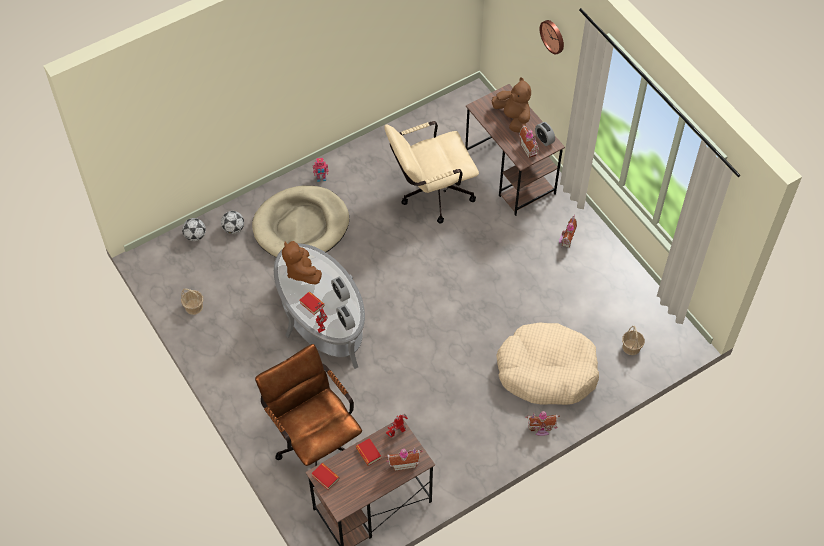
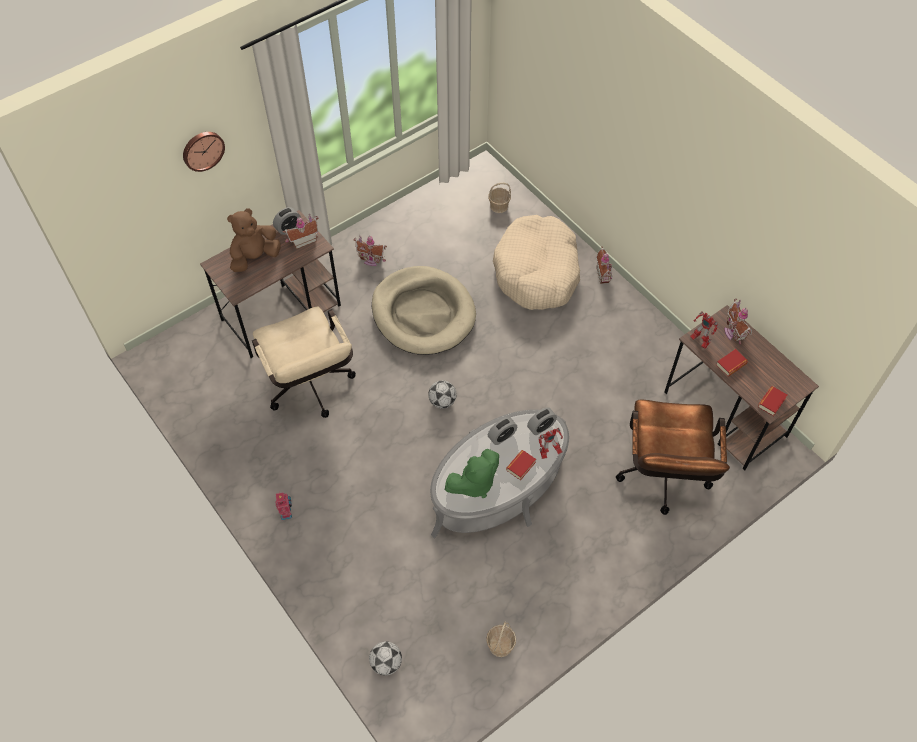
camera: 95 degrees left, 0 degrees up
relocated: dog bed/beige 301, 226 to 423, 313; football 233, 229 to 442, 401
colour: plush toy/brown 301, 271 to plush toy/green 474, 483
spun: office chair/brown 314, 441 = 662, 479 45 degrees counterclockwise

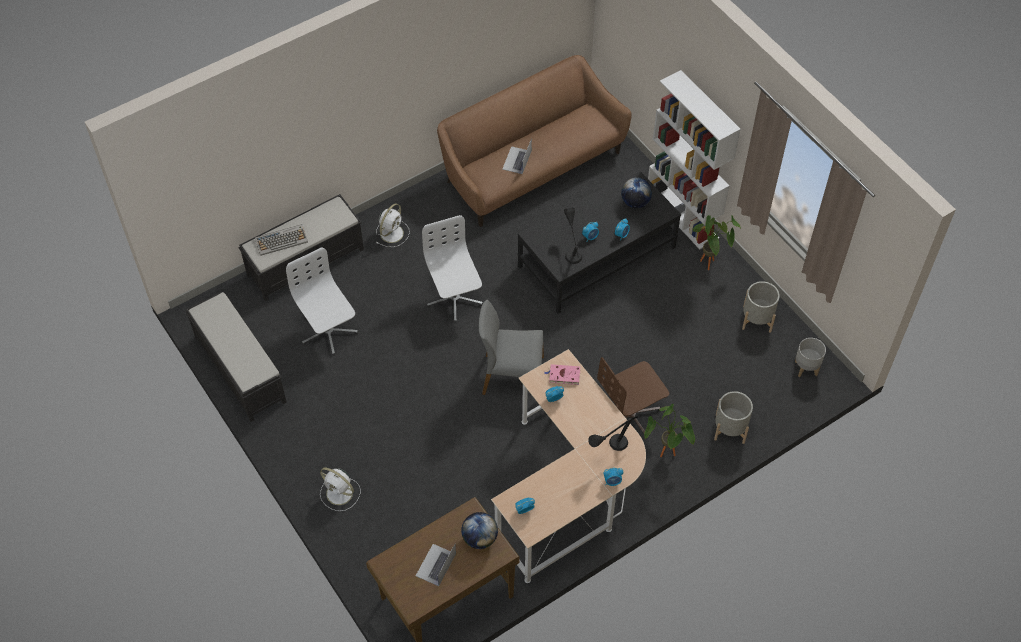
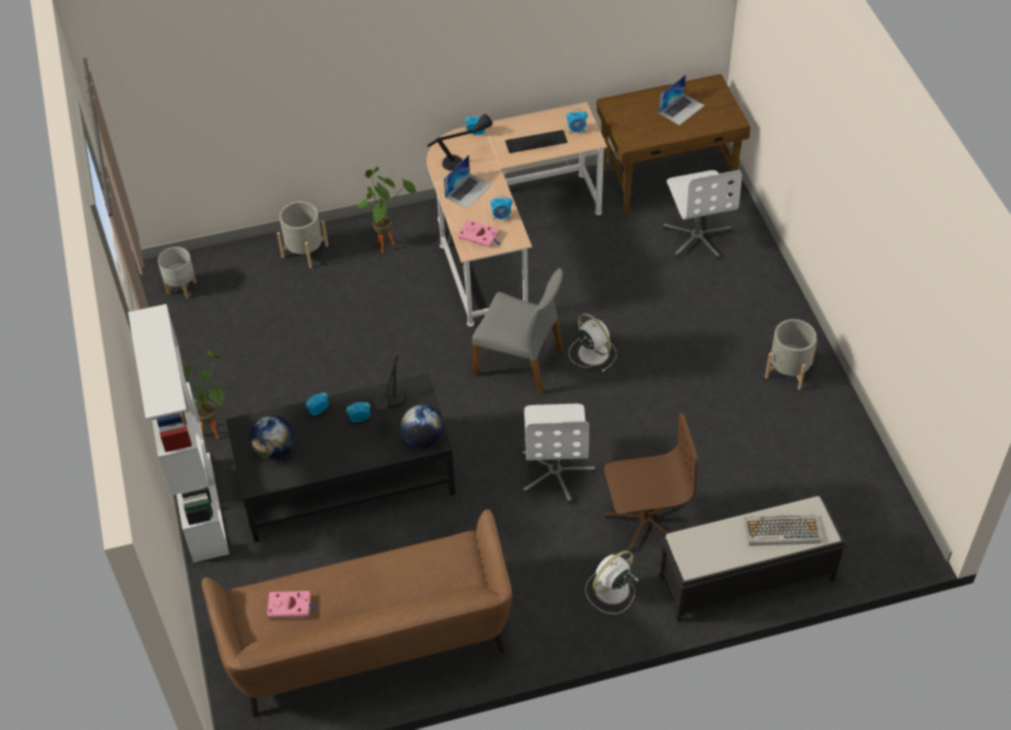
camera: 160 degrees left, 5 degrees down
missing: bench/black 239, 369
appeared: keyboard 536, 141; book/pink 291, 606
relocated: laptop 517, 160 to 468, 190; office chair/white 328, 332 to 697, 236; planter/grey 757, 319 to 788, 370; office chair/brown 630, 415 to 644, 520; fan/white 340, 494 to 592, 352; globe 479, 538 to 423, 439

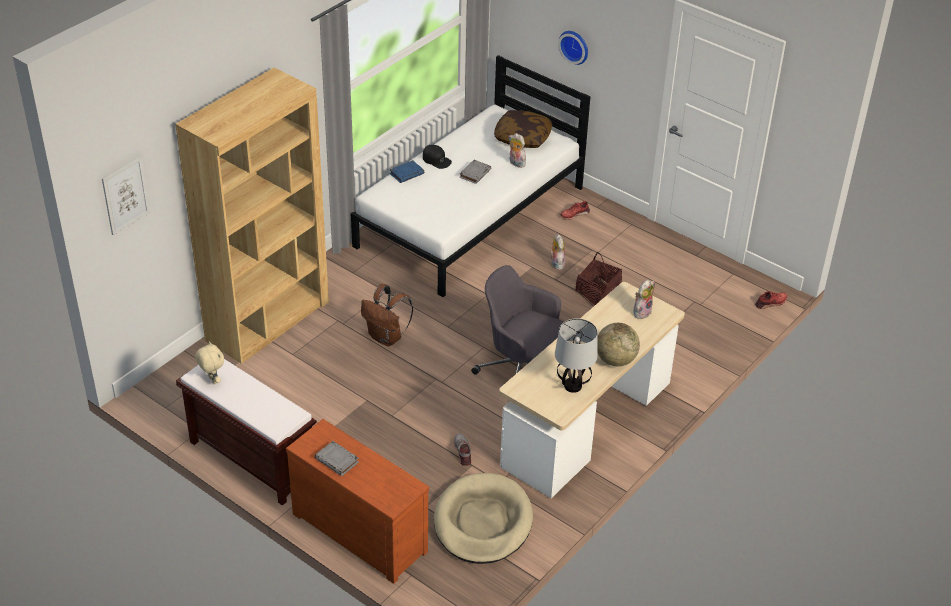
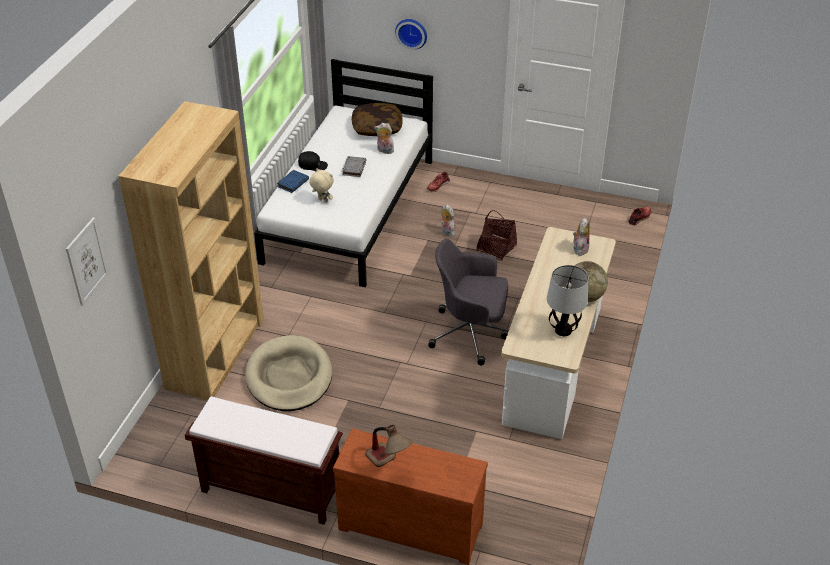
camera: 20 degrees left, 0 degrees up
missing: backpack/brown 387, 337; shoe/grey 463, 451
relocated: plush toy/beige 212, 380 to 322, 201; dog bed/beige 482, 522 to 289, 377
exchanged: book/grey 337, 461 to table lamp 389, 464

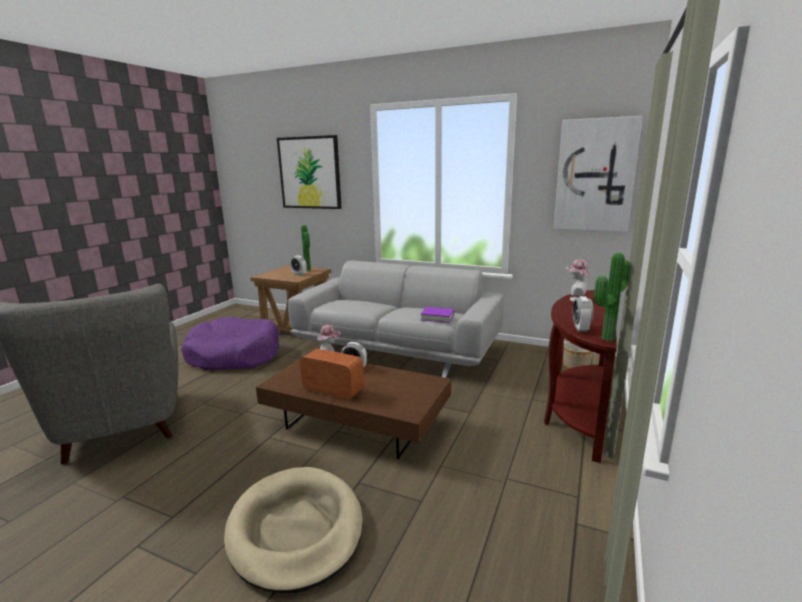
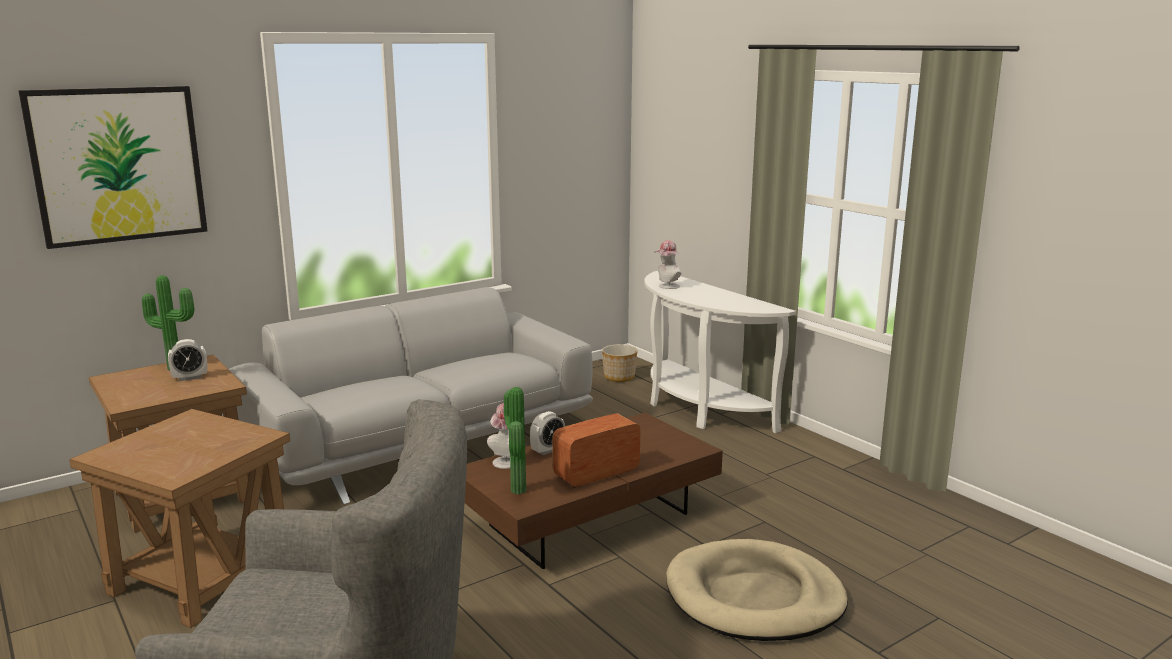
camera: 60 degrees left, 0 degrees up
missing: picture 595, 175; alarm clock 580, 328; book/purple 437, 317
relocated: potted plant 605, 338 to 515, 491
exchanged: dog bed/purple 234, 355 to side table/brown 201, 576
colour: console table/brown 577, 411 to console table/white 698, 409

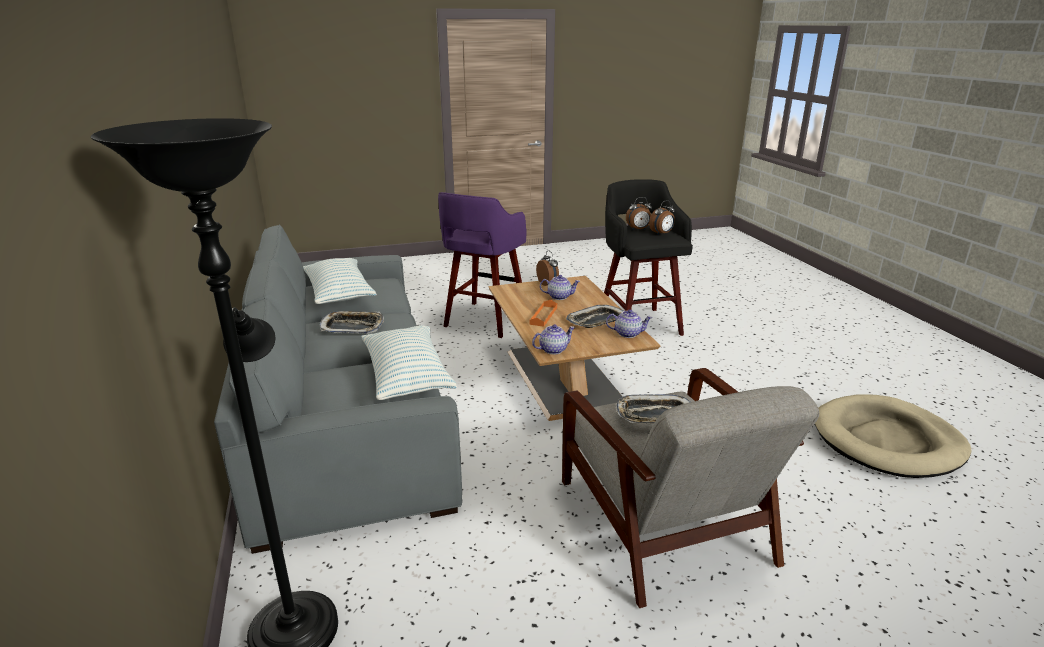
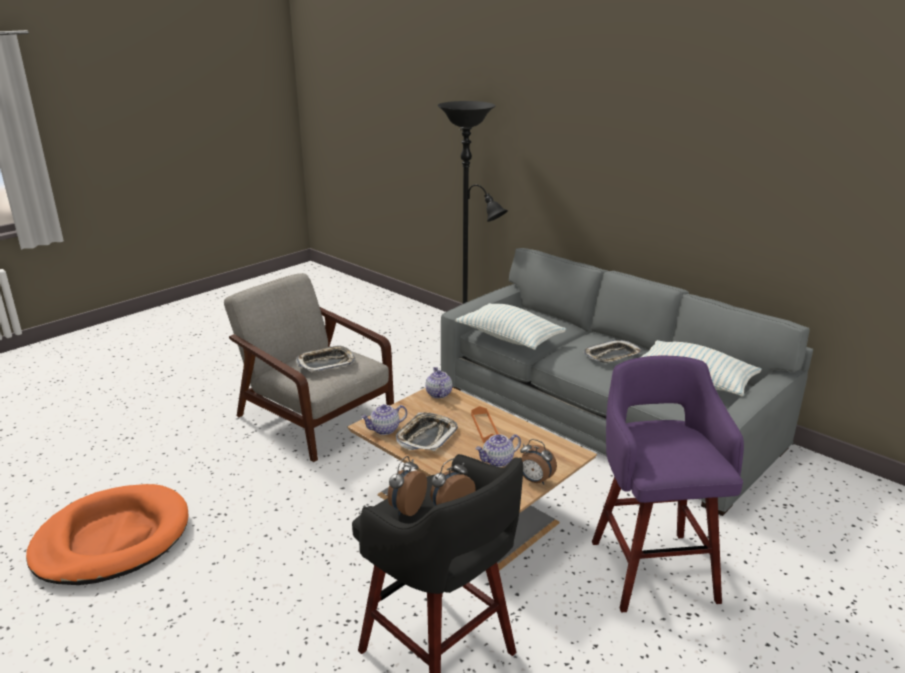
camera: 150 degrees right, 0 degrees up
colour: dog bed/beige 887, 441 to dog bed/orange 112, 539
spun: teapot 553, 349 = 438, 394 135 degrees clockwise

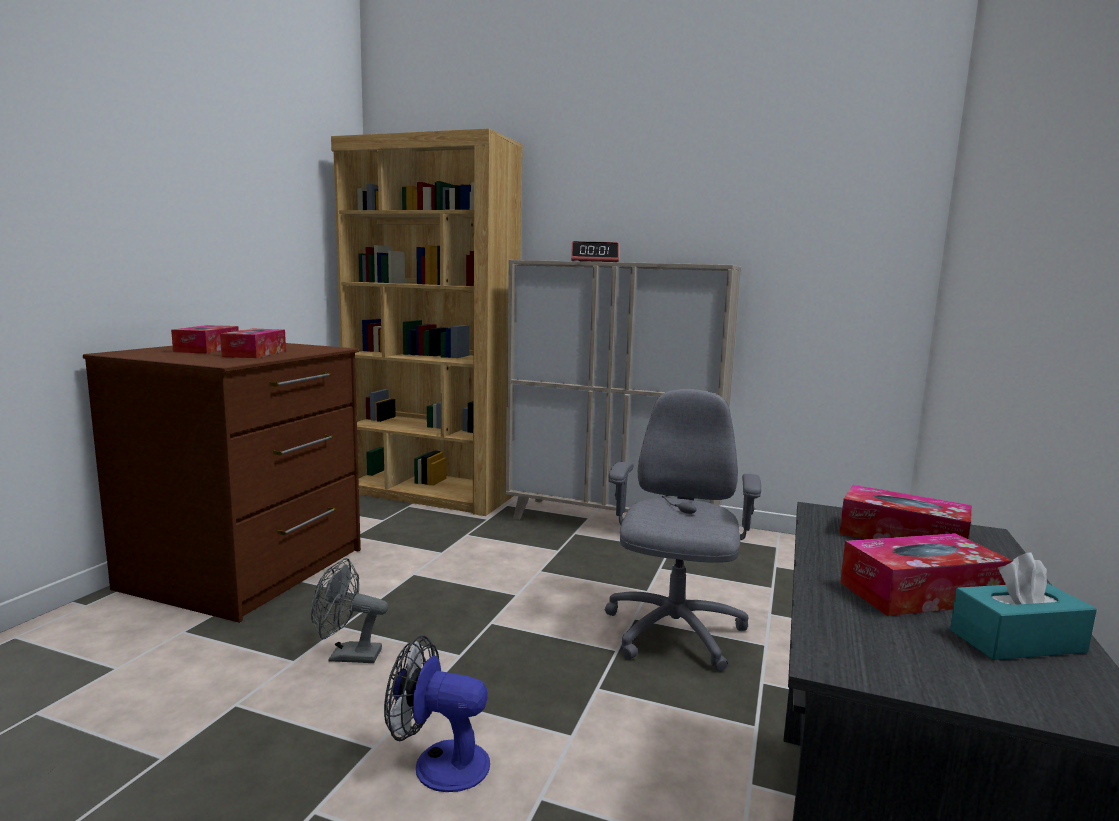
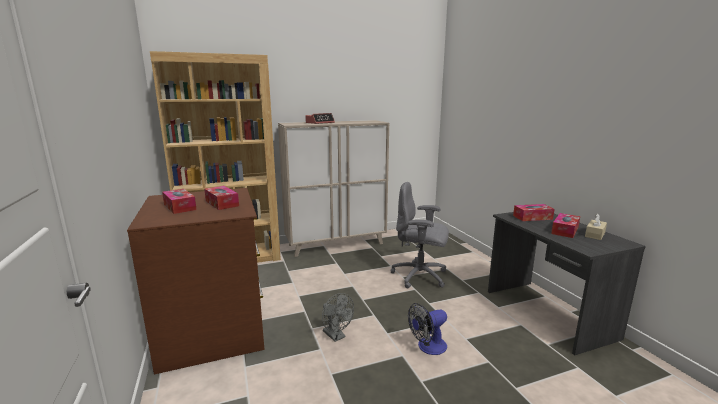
camera: 40 degrees left, 5 degrees up
colour: tissue box/turquoise 1017, 641 to tissue box/beige 595, 234
spun: office chair/grey 673, 633 = 420, 276 45 degrees counterclockwise; fan/grey 347, 656 = 336, 336 90 degrees counterclockwise

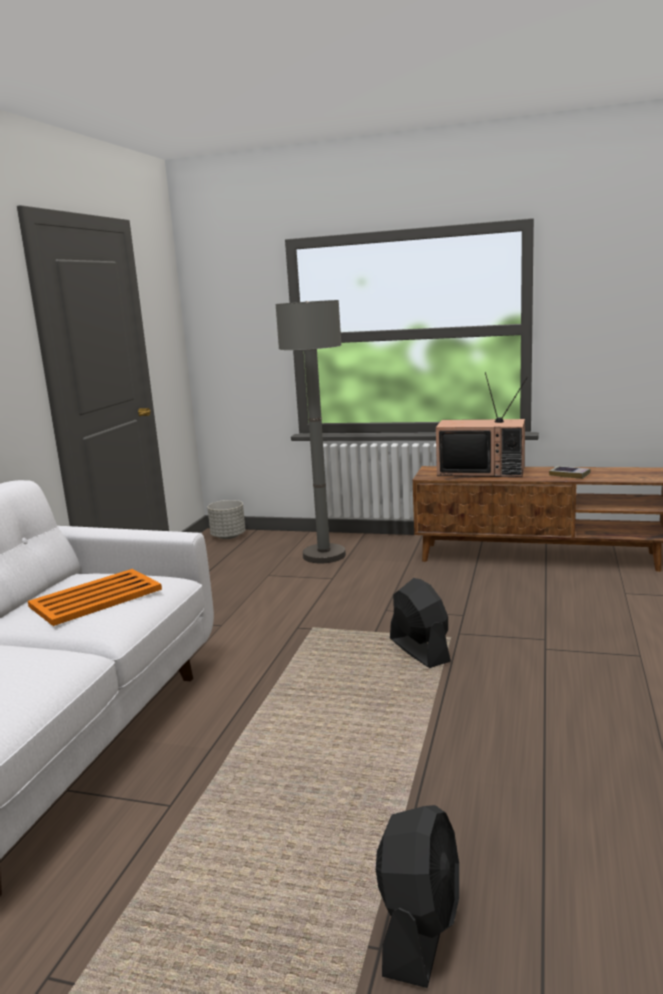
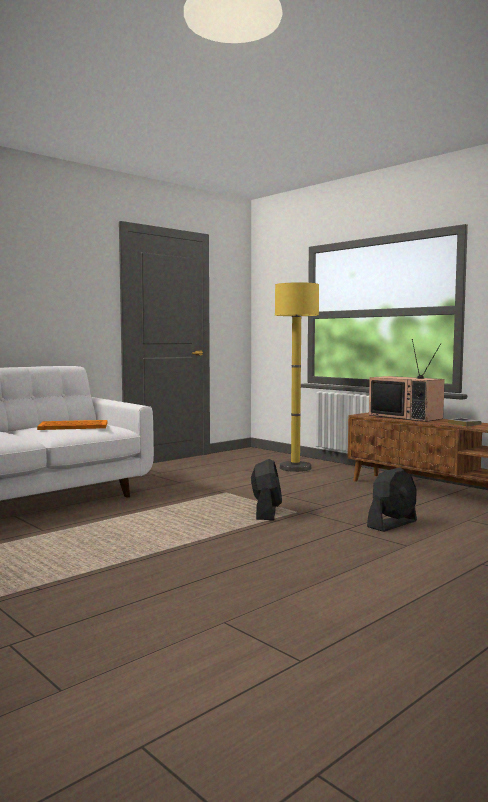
camera: 30 degrees right, 10 degrees down
missing: planter/grey 228, 536
relocated: fan/black 420, 927 to 392, 524
colour: floor lamp/grey 324, 555 to floor lamp/yellow 295, 468

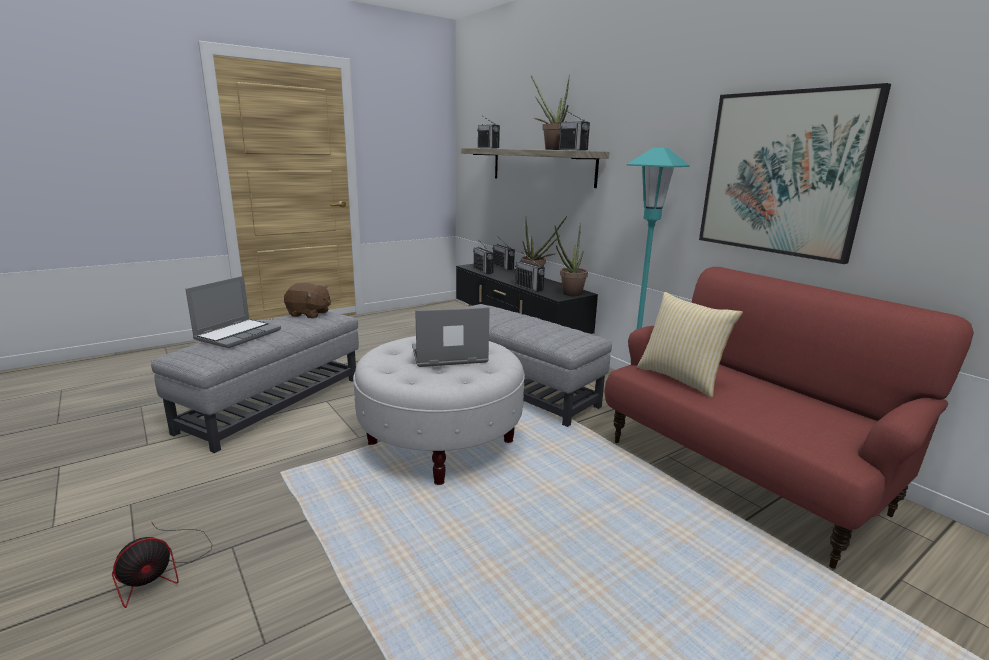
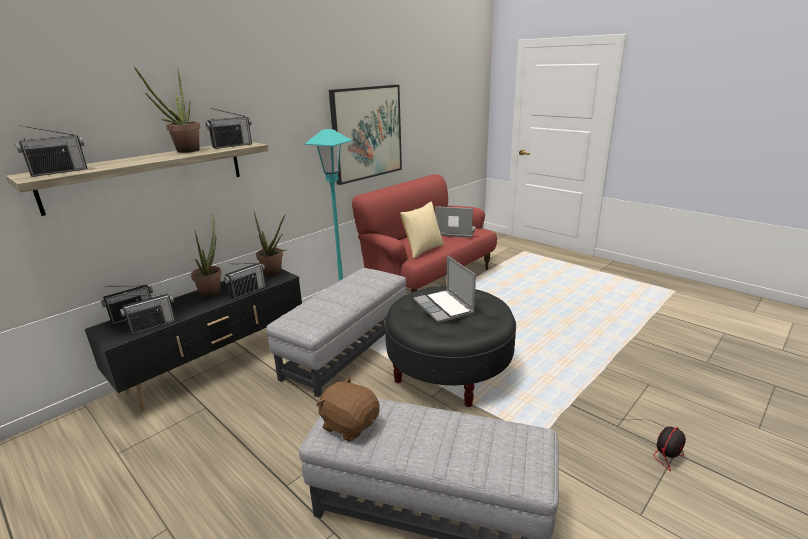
camera: 100 degrees left, 5 degrees up
relocated: laptop 238, 334 to 454, 232
colour: ottoman/white 440, 442 to ottoman/black 449, 371
spun: plush toy/brown 309, 314 = 350, 424 60 degrees counterclockwise; fan 163, 569 = 659, 446 105 degrees clockwise

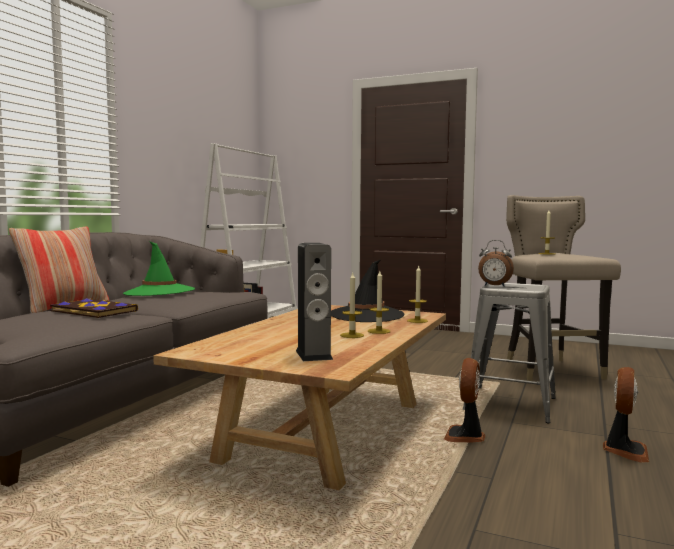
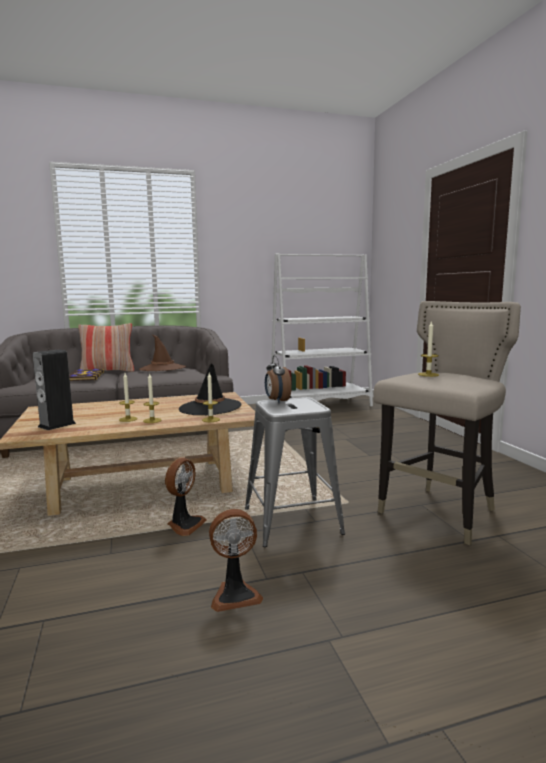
camera: 50 degrees right, 5 degrees up
colour: hat/green 159, 292 to hat/brown 162, 368
spun: fan 465, 437 = 184, 524 135 degrees clockwise

